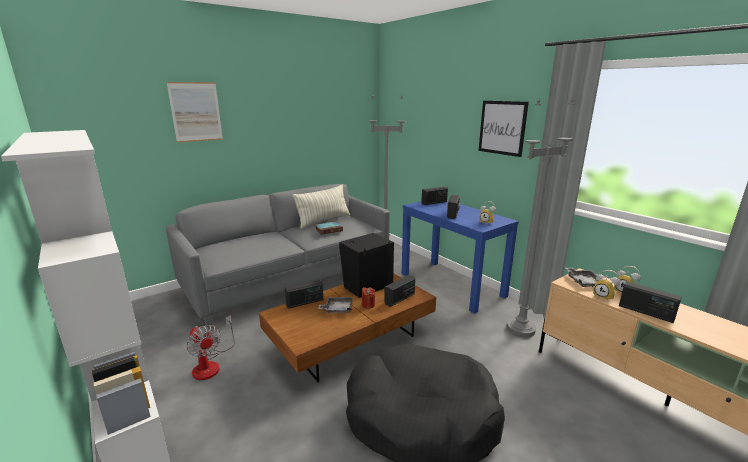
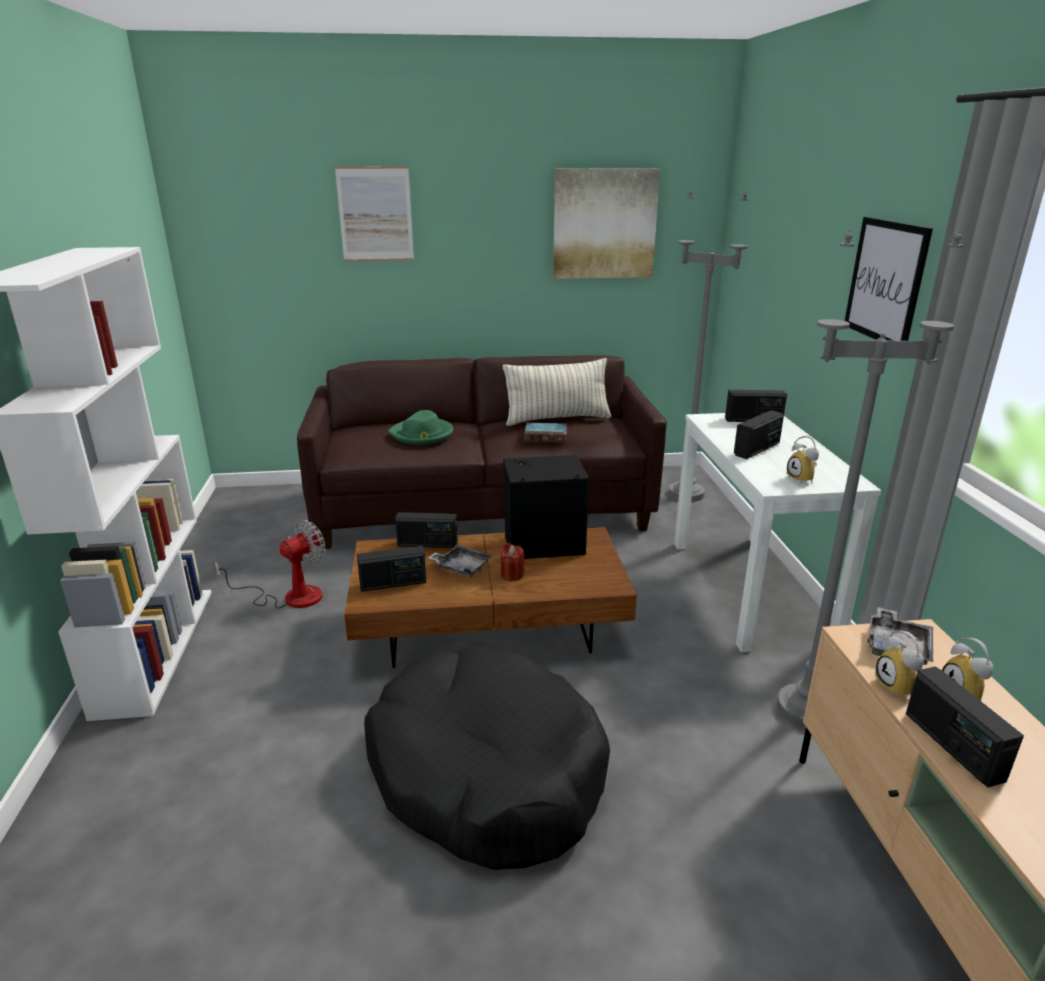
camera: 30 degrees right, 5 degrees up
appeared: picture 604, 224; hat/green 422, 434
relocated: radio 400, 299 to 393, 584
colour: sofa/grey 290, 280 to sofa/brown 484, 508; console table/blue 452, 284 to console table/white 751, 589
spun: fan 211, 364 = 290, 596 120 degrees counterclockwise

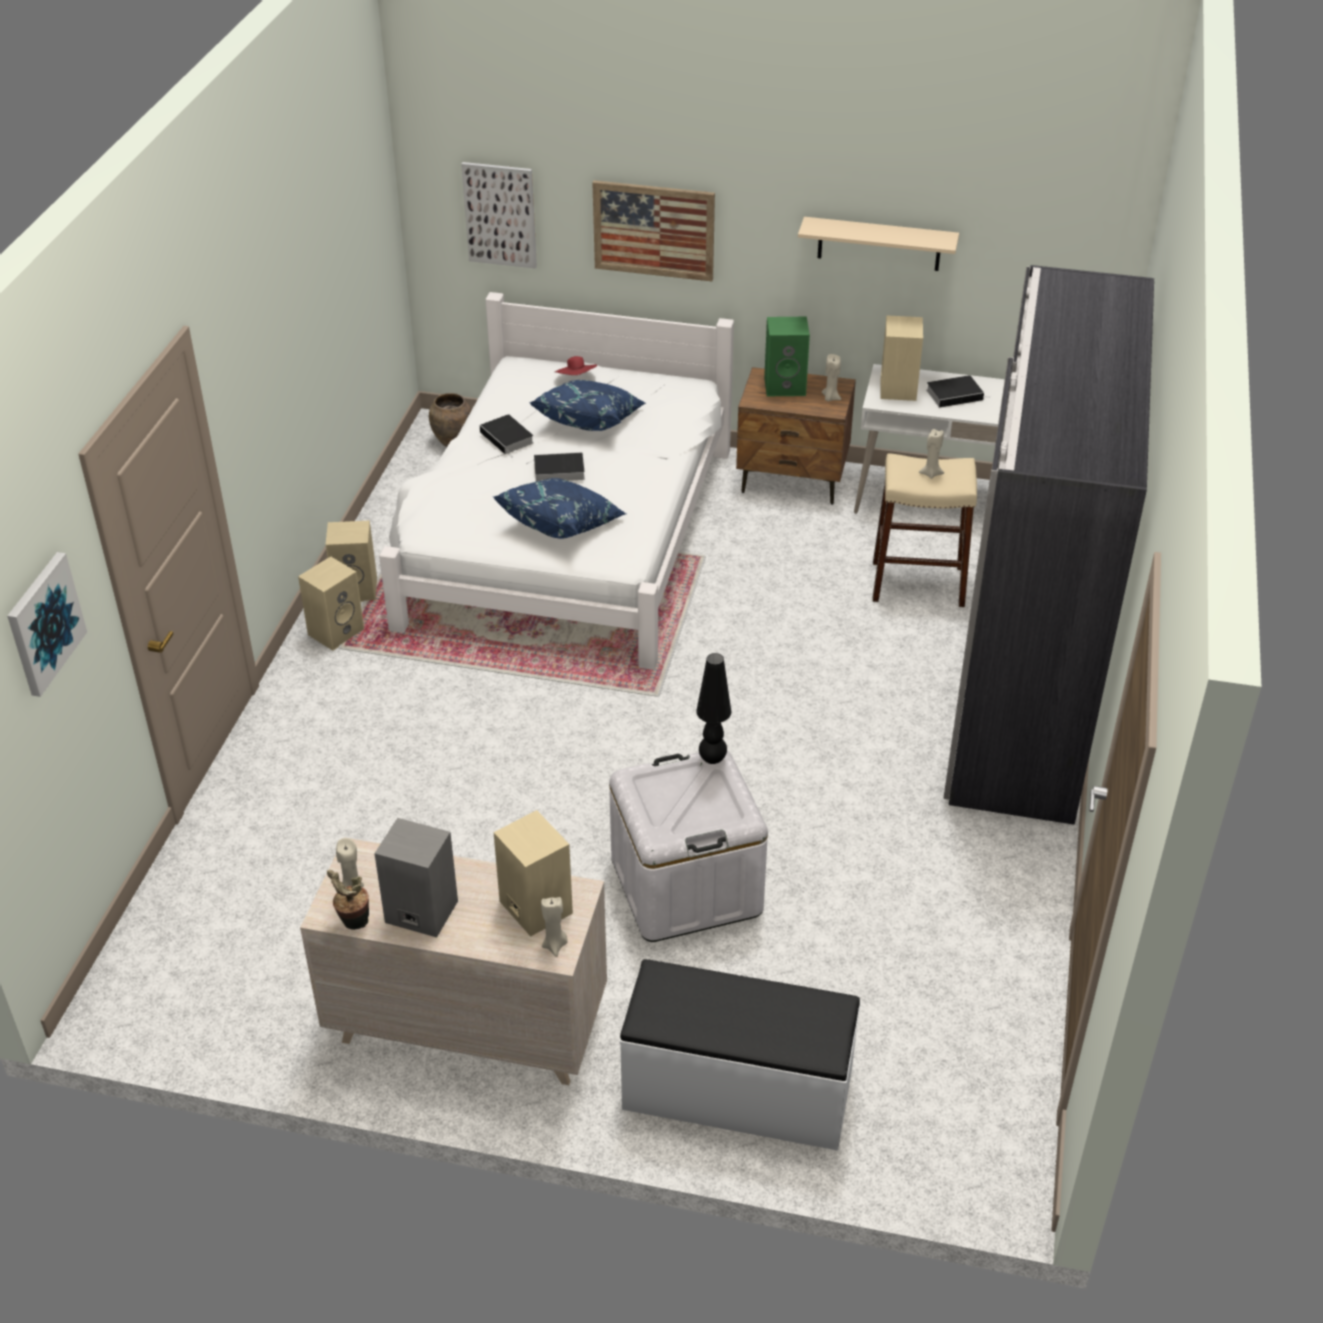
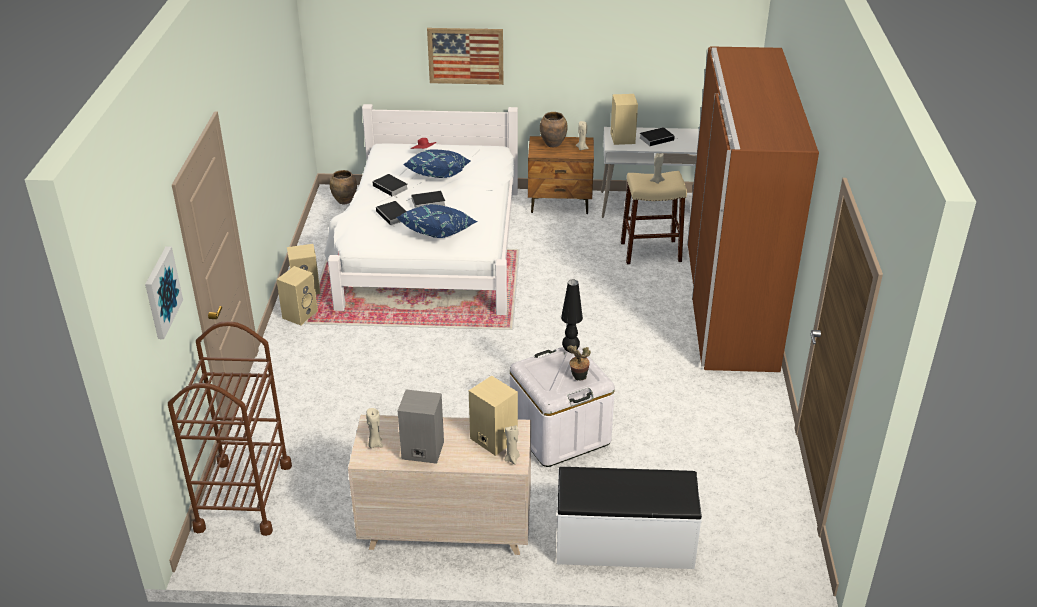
camera: 10 degrees left, 5 degrees down
missing: picture 500, 215; shelf/beige 879, 244
appeared: book 393, 215; cart/brown 244, 496
relocated: potted plant 353, 923 to 578, 377
exchanged: speaker/green 786, 386 to vase/brown 553, 144
colour: wardrobe/grey 1023, 694 to wardrobe/brown 730, 305

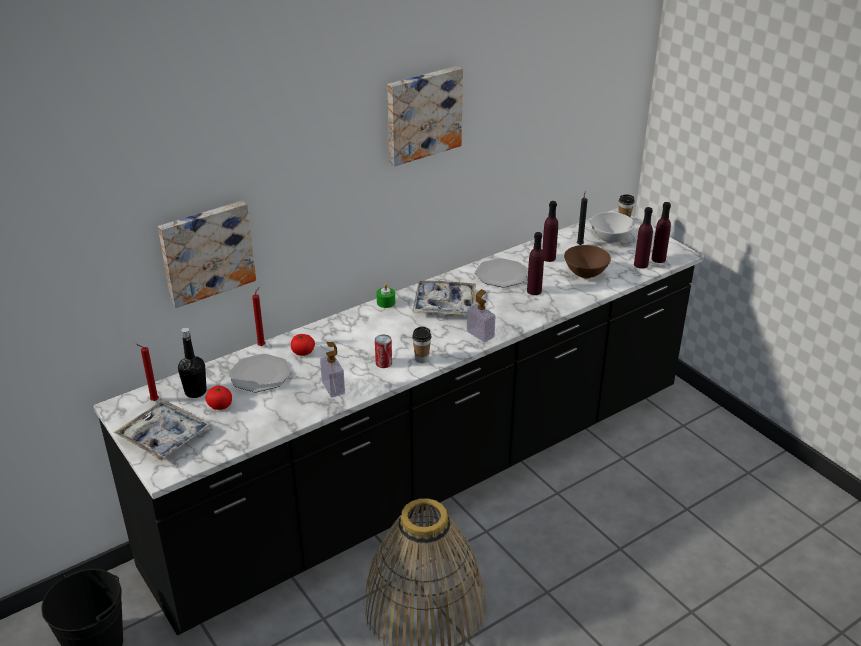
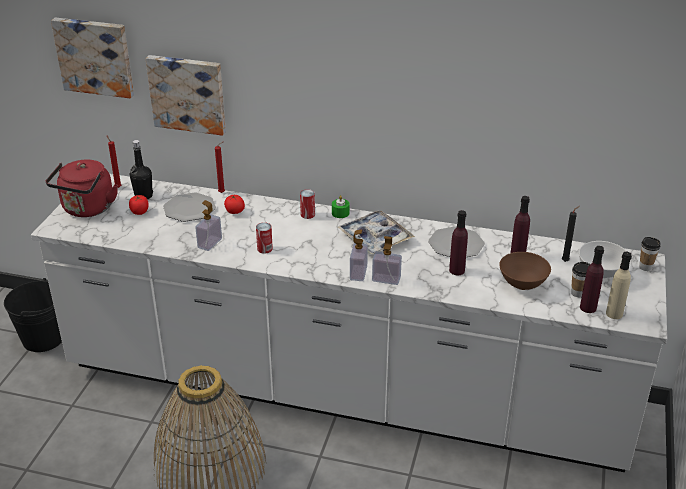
camera: 50 degrees right, 0 degrees up
appeared: can 307, 214; soap dispenser 386, 279
relocated: picture 422, 114 to 95, 56; cup 421, 359 to 577, 293
exchanged: tray 164, 436 to kettle/red 87, 209
colour: bottle/purple 658, 259 to bottle/beige 614, 314; counter/black 430, 477 to counter/white 343, 392

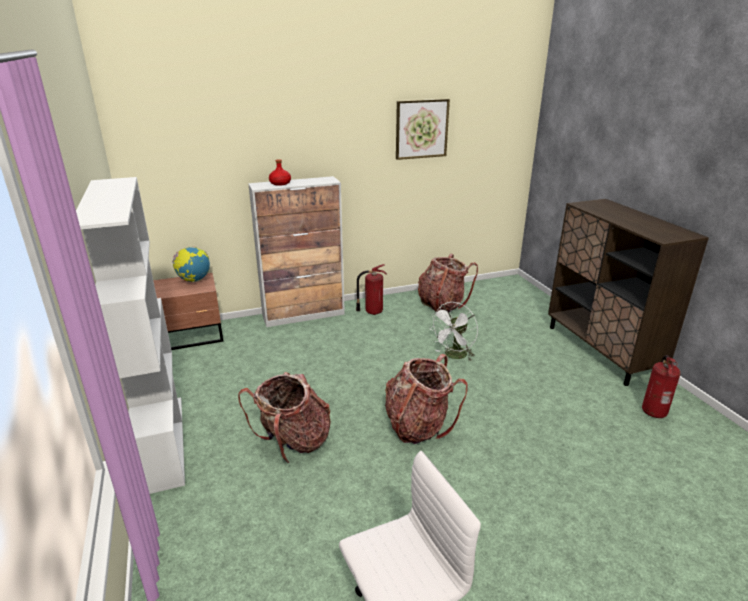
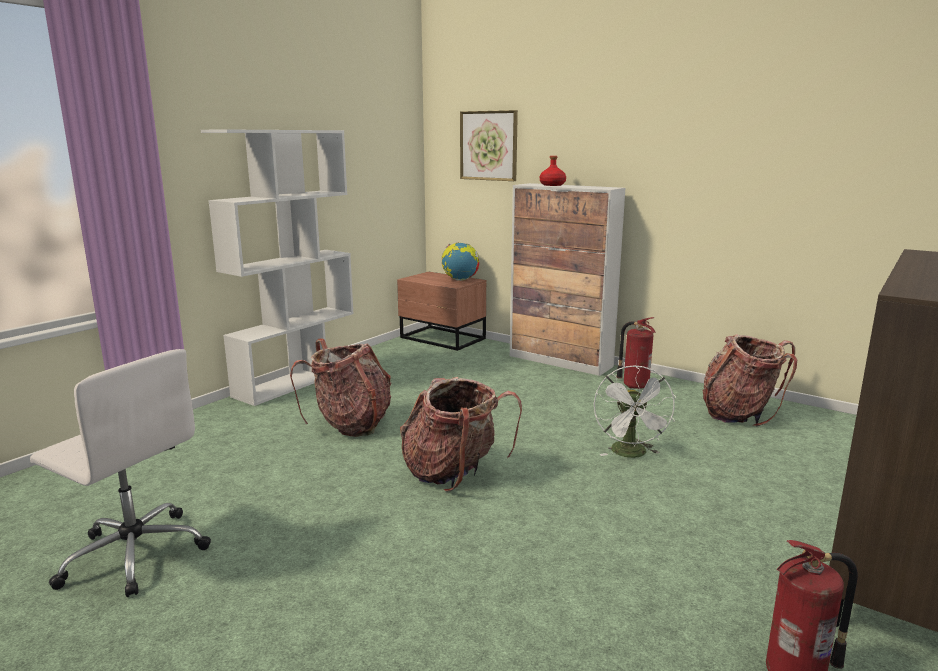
camera: 55 degrees right, 10 degrees down
relocated: picture 421, 129 to 488, 145
spun: fan/white 454, 356 = 631, 454 90 degrees counterclockwise

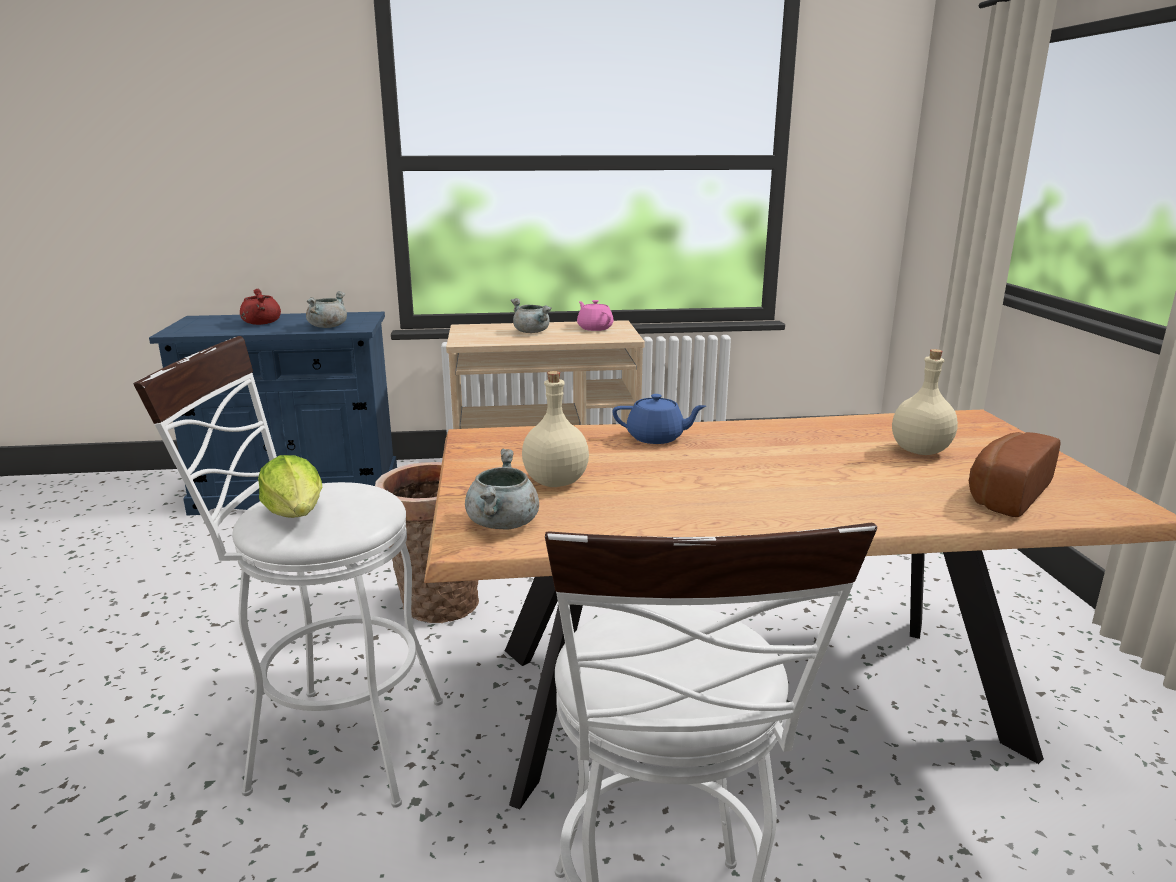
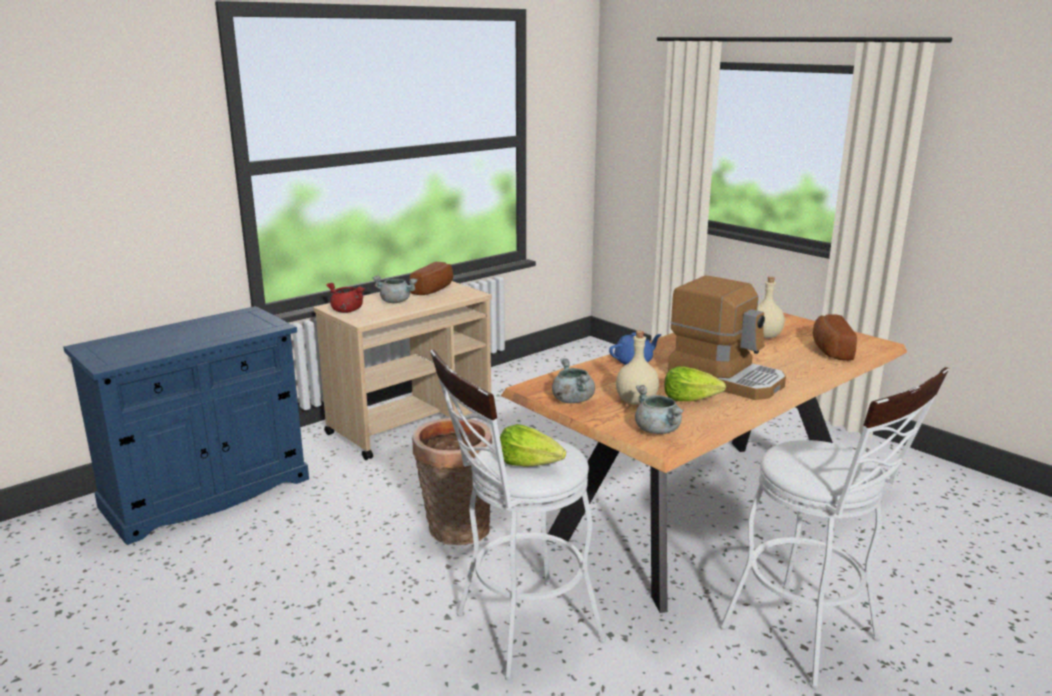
camera: 35 degrees left, 0 degrees up
appeared: coffee machine 726, 378; lettuce 690, 399
relocated: cooking pot/red 261, 323 to 346, 311; cooking pot/grey 327, 326 to 572, 400
exchanged: teapot/pink 594, 328 to bread 435, 289

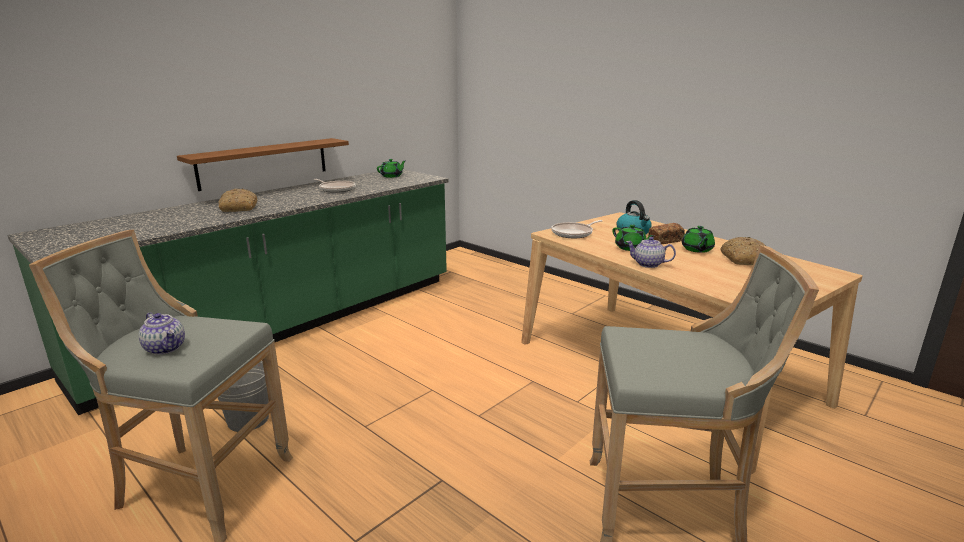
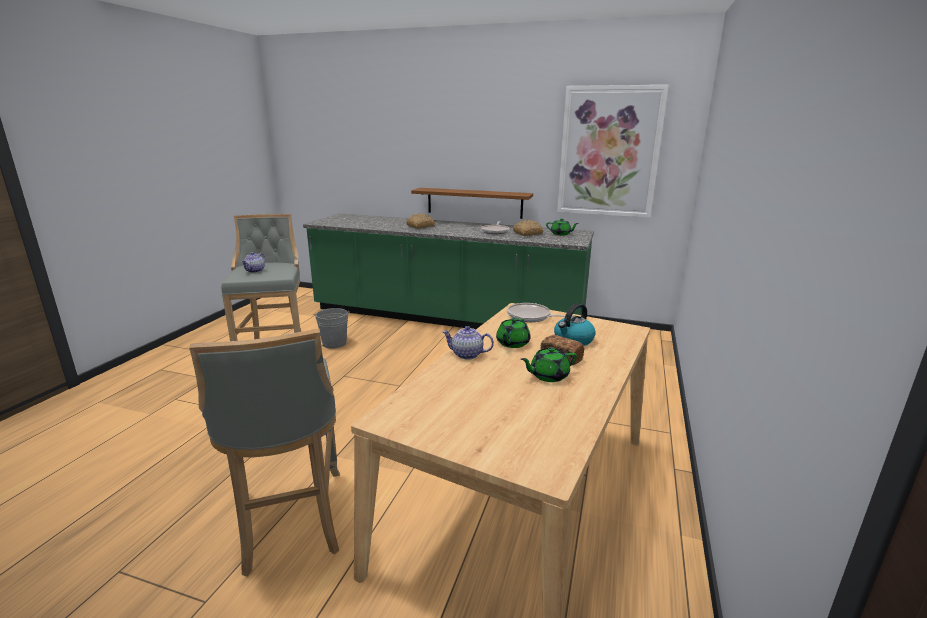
camera: 65 degrees right, 0 degrees up
appeared: picture 609, 152
relocated: bread 743, 259 to 528, 233
spun: teapot 648, 264 = 467, 355 75 degrees counterclockwise

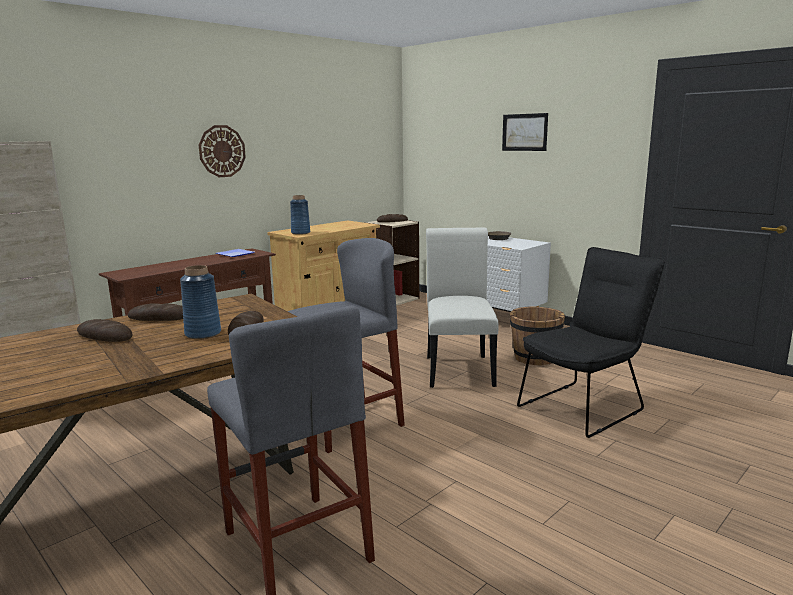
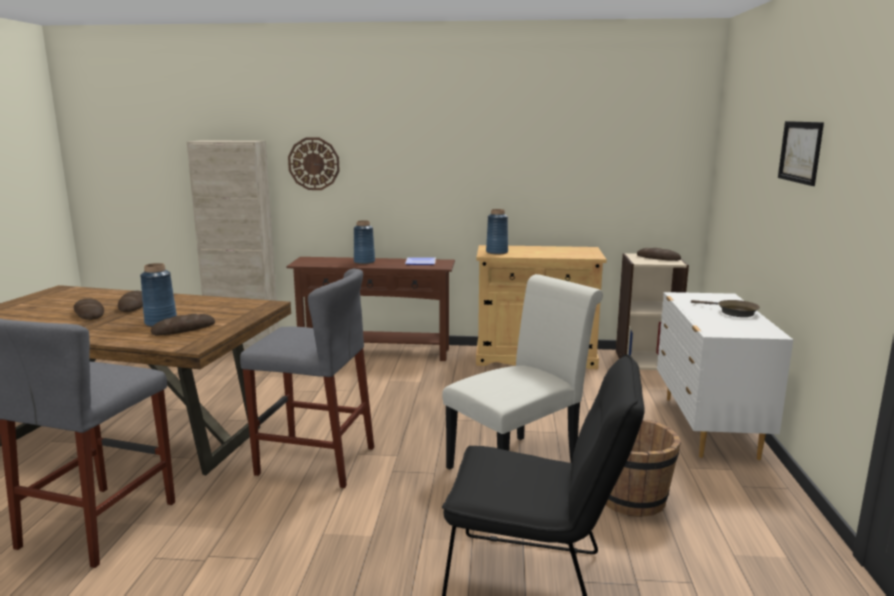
camera: 50 degrees right, 0 degrees up
appeared: vase/blue 364, 262
relocated: wall clock 222, 151 to 314, 163; bread 160, 318 to 89, 313

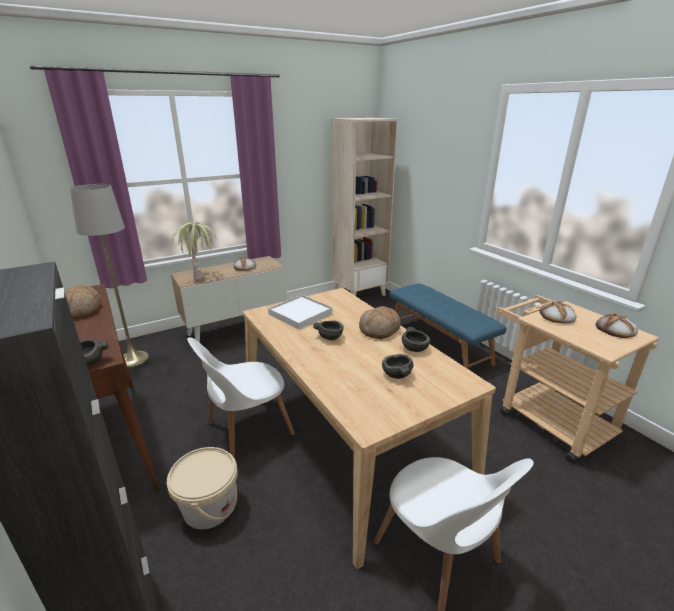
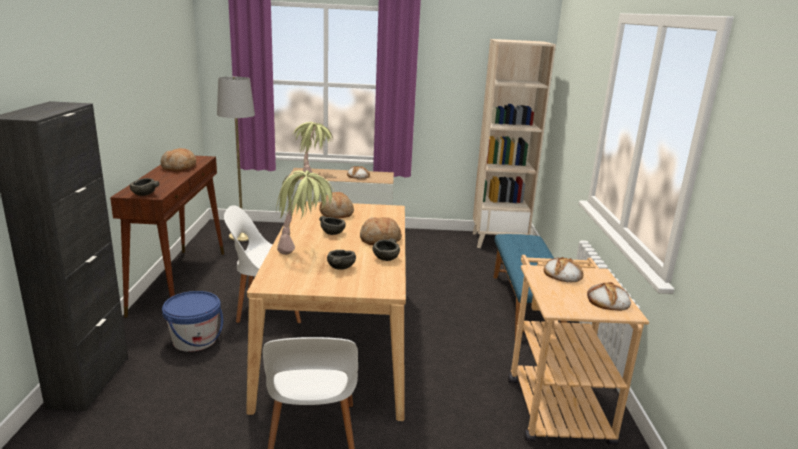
camera: 30 degrees right, 5 degrees down
appeared: potted plant 304, 250
exchanged: tray/white 300, 314 to bread 336, 213
colour: bucket/beige 209, 507 to bucket/blue 195, 340

